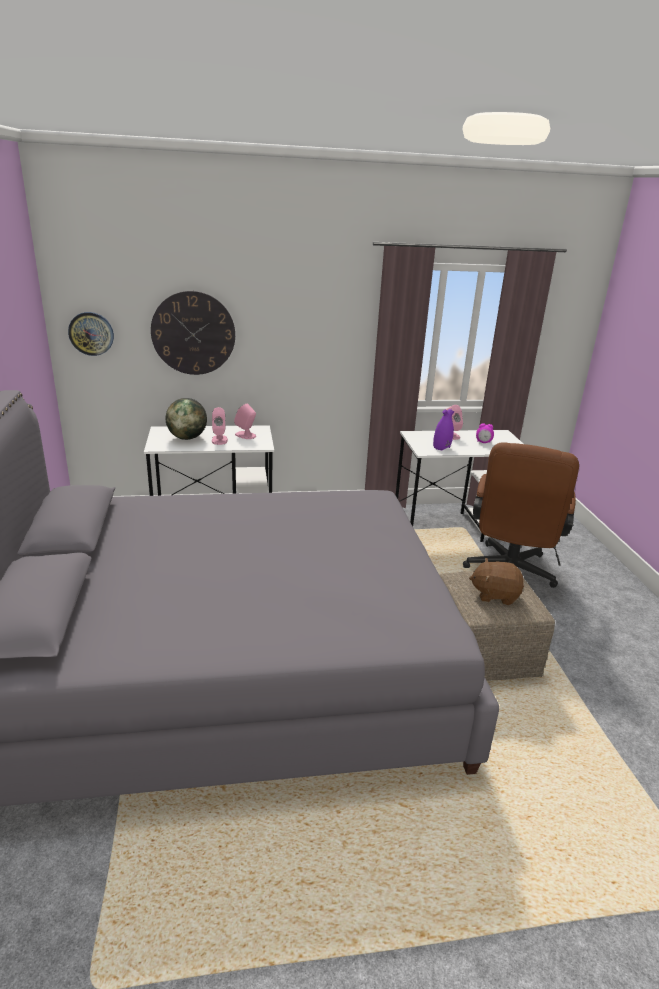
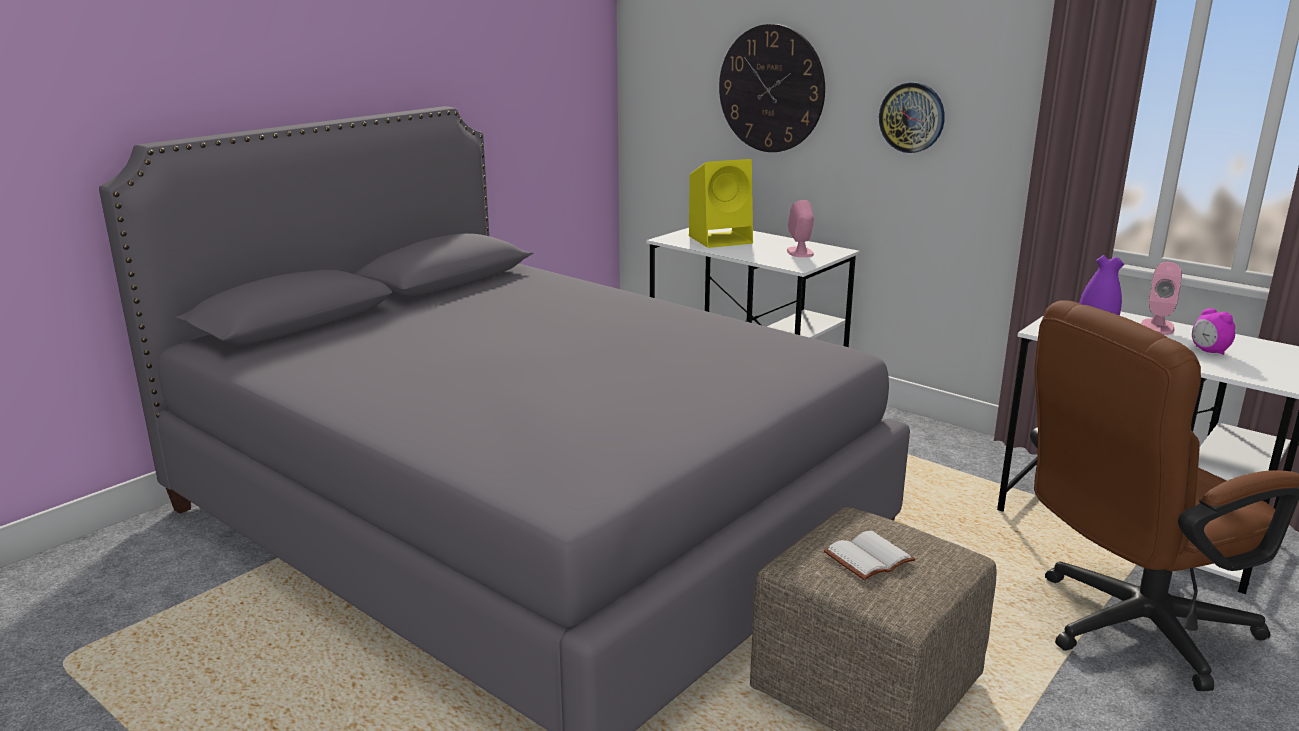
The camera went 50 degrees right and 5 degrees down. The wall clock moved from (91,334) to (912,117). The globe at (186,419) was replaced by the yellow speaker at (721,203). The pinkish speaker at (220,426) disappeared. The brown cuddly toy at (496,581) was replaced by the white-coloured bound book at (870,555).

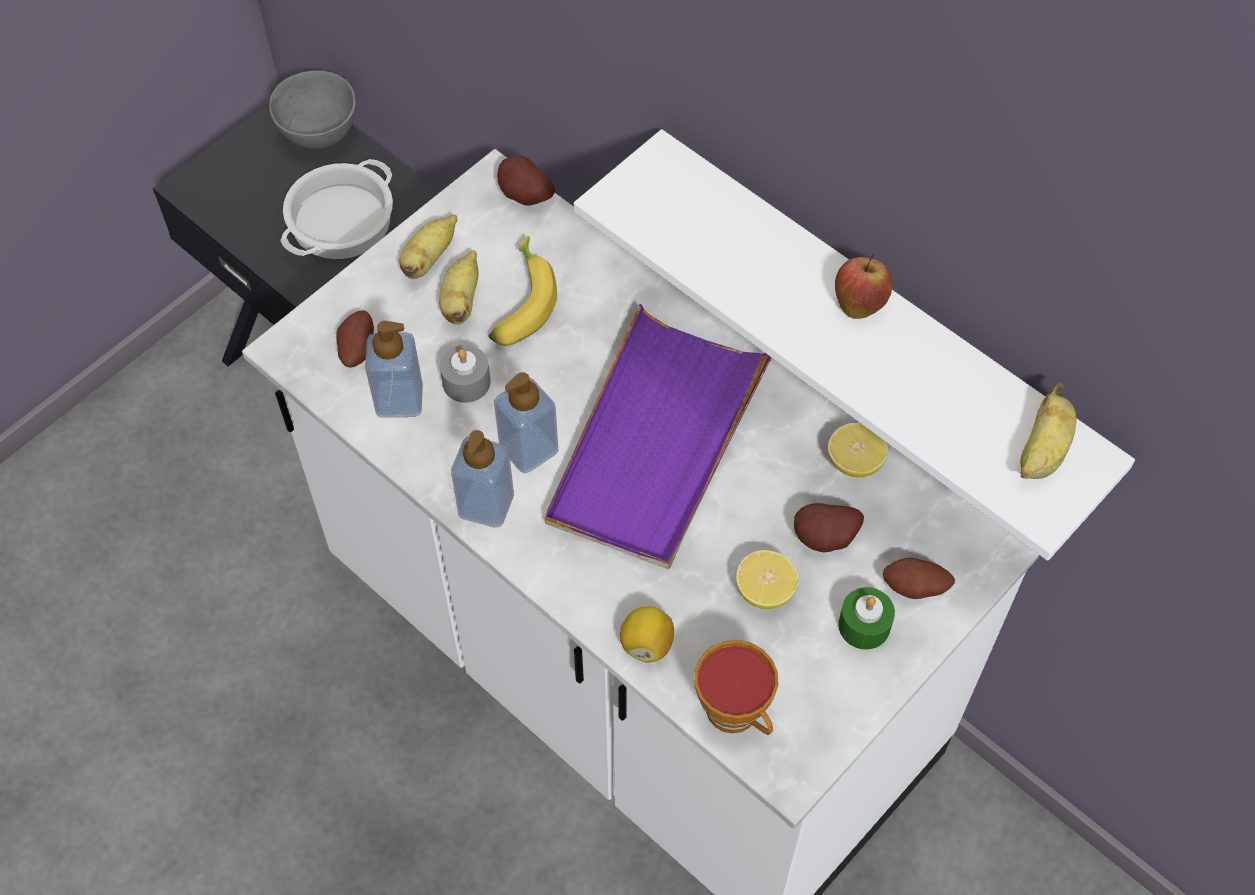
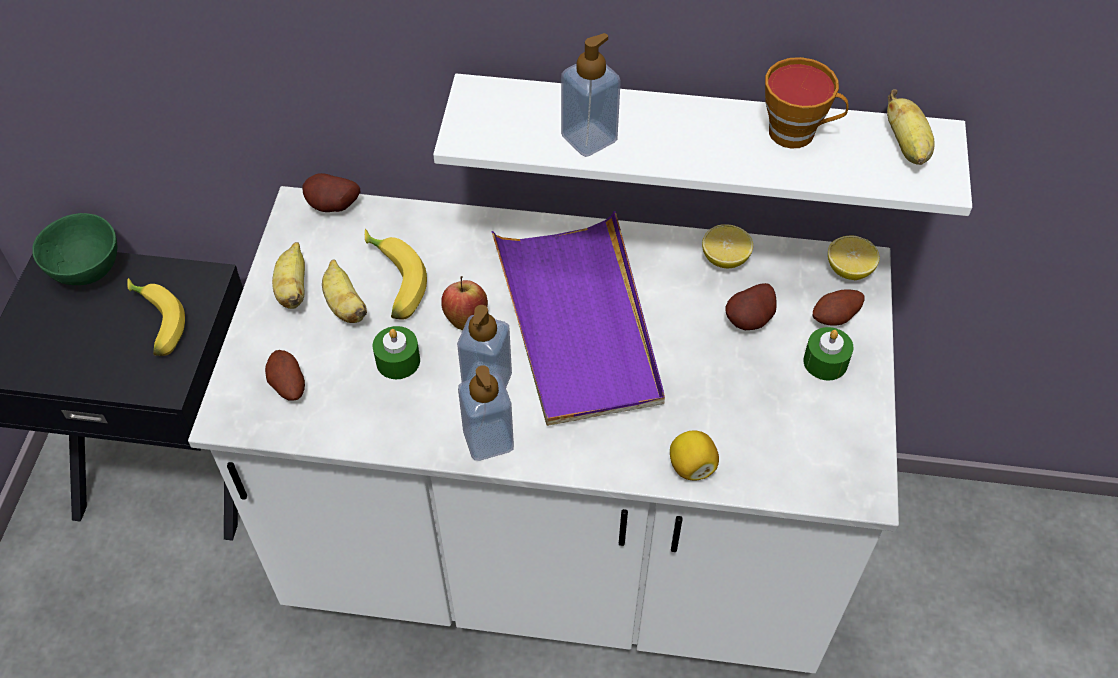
The camera went 35 degrees left and 5 degrees down. The grey deep dish at (312,109) became the greenish deep dish at (74,249). The saucepot at (336,209) was replaced by the banana at (156,317). The whole apple moved from (863,286) to (464,303). The liquid soap bottle moved from (394,369) to (591,95). The grey candle at (465,374) became the greenish candle at (396,352). The lemon moved from (767,579) to (854,258). The small cup moved from (736,687) to (806,103).

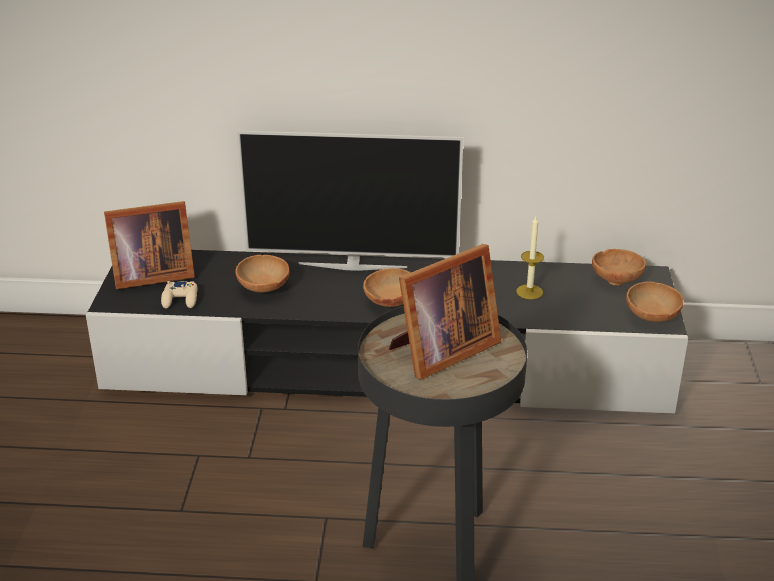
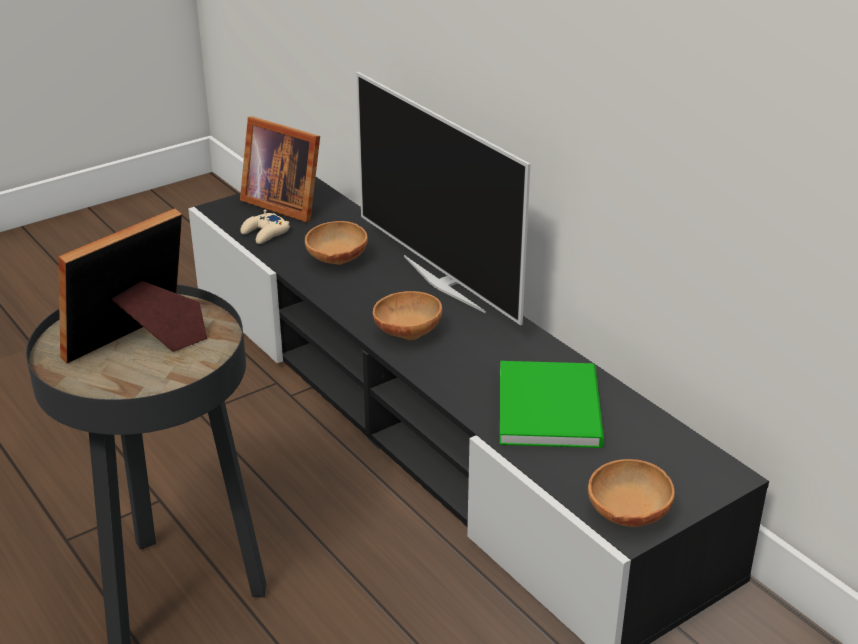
The camera went 50 degrees right and 0 degrees up. The candle at (530,258) was replaced by the greenish bound book at (552,404). The photo frame at (445,312) turned 120 degrees clockwise. The brown deep dish at (619,267) disappeared.

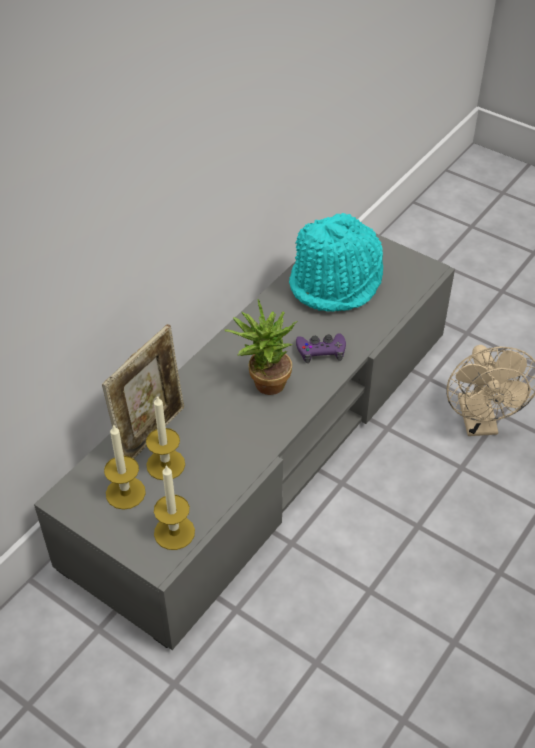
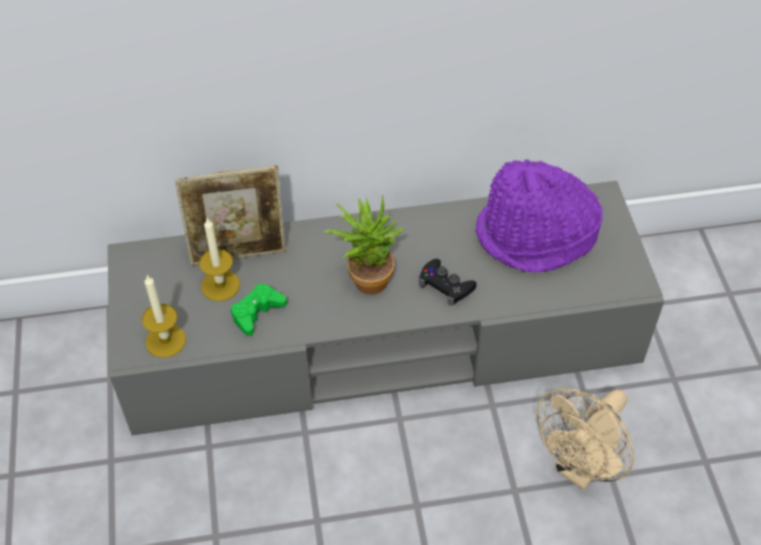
The camera went 45 degrees right and 5 degrees up. The turquoise clothing hat at (336,262) became the purple clothing hat at (539,216). The purple joypad at (321,348) became the black joypad at (448,282). The candle at (125,467) disappeared. The greenish joypad at (258,310) appeared.

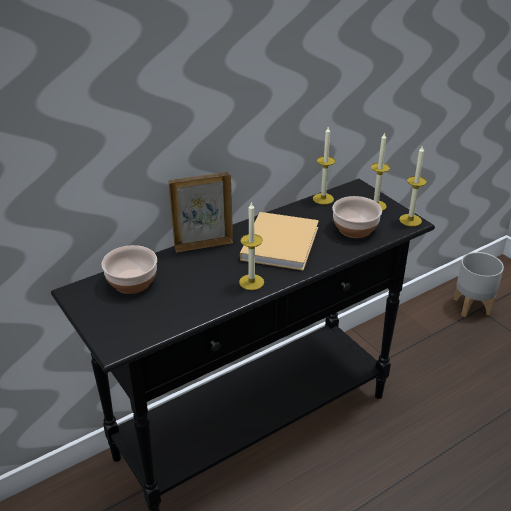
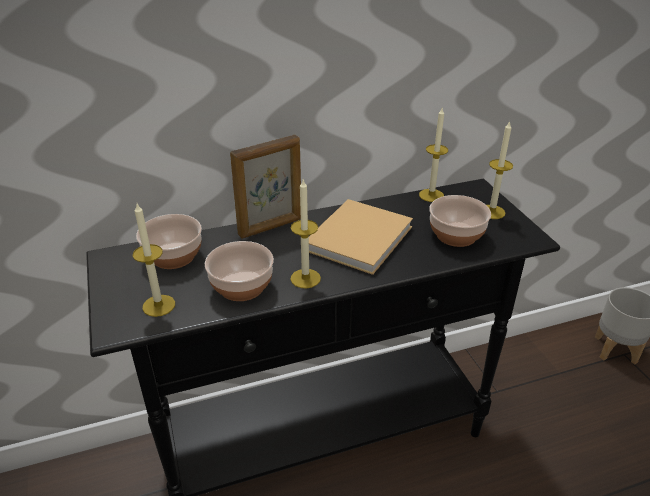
The camera went 15 degrees right and 0 degrees up. The candle moved from (413,185) to (154,260). The photo frame at (200,212) turned 150 degrees clockwise. The deep dish at (239,271) appeared.

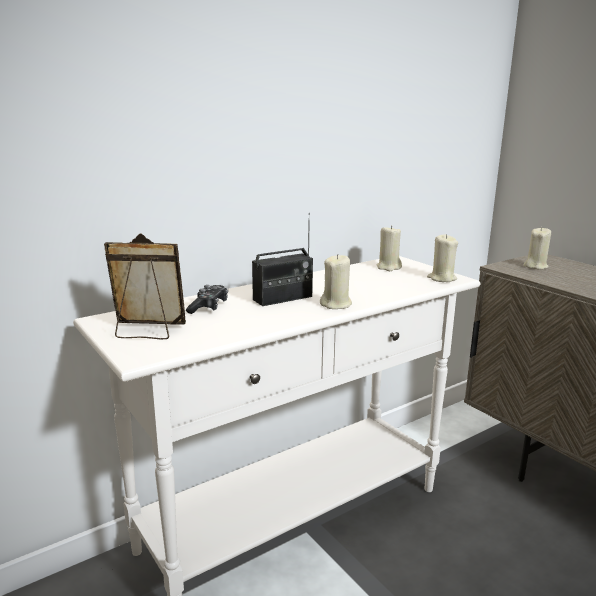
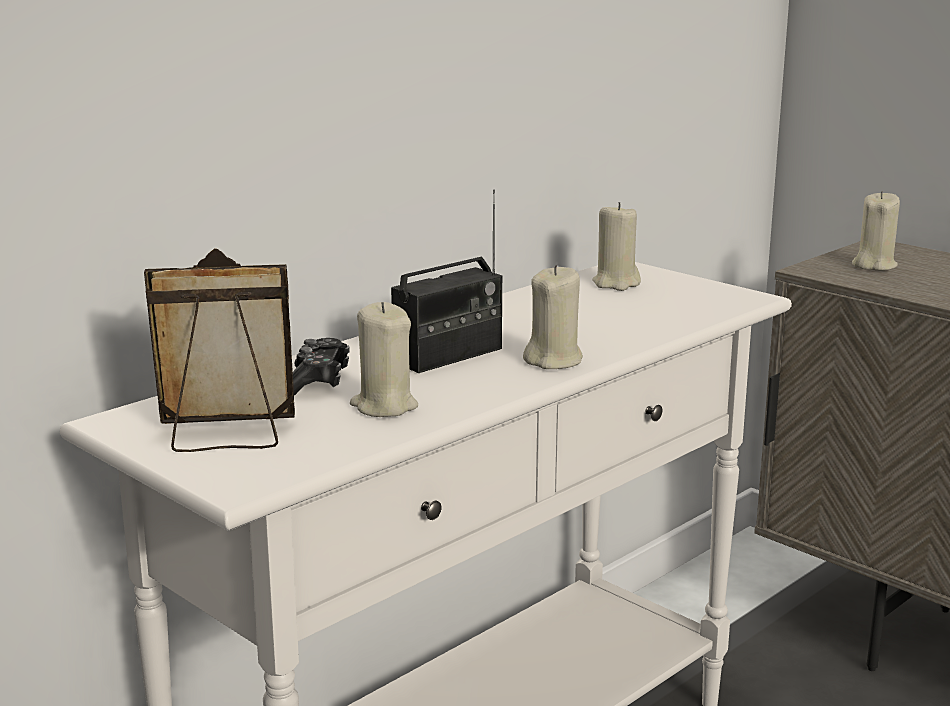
The camera went 10 degrees left and 0 degrees up. The sand-coloured candle moved from (442,258) to (384,359).

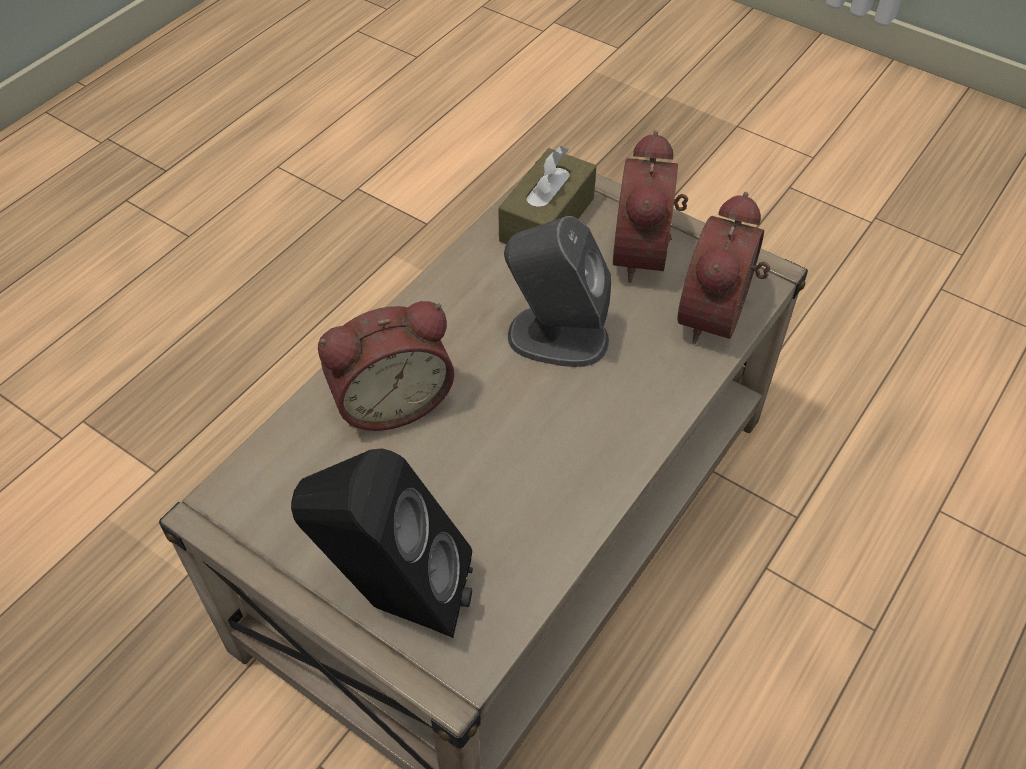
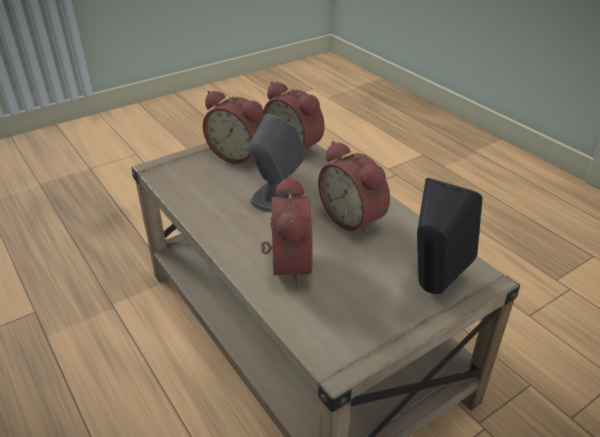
The camera went 70 degrees left and 15 degrees down. The brown box of tissues at (547,195) disappeared. The table clock at (354,188) appeared.

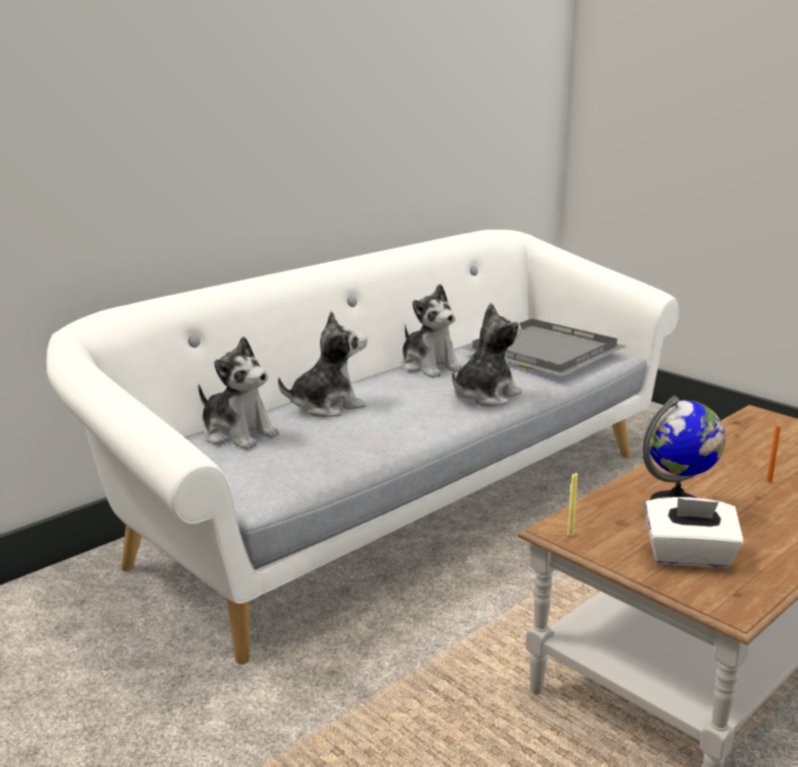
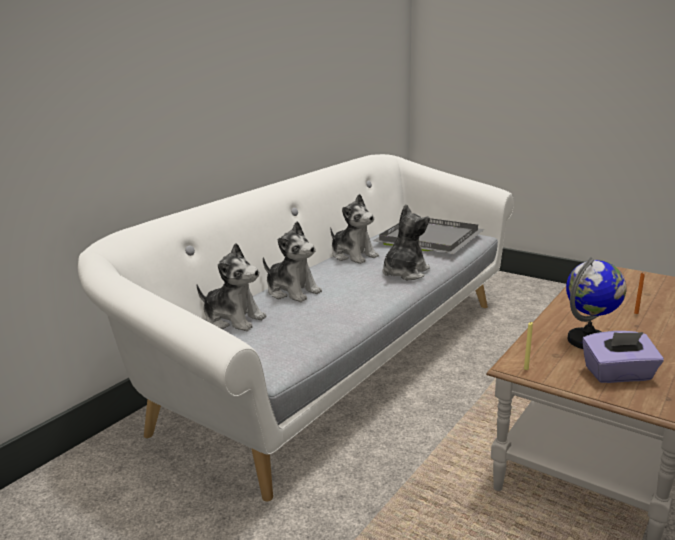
The camera went 10 degrees left and 0 degrees up. The cuddly toy at (322,364) turned 75 degrees clockwise. The white-coloured box of tissues at (694,532) became the purple box of tissues at (623,357).

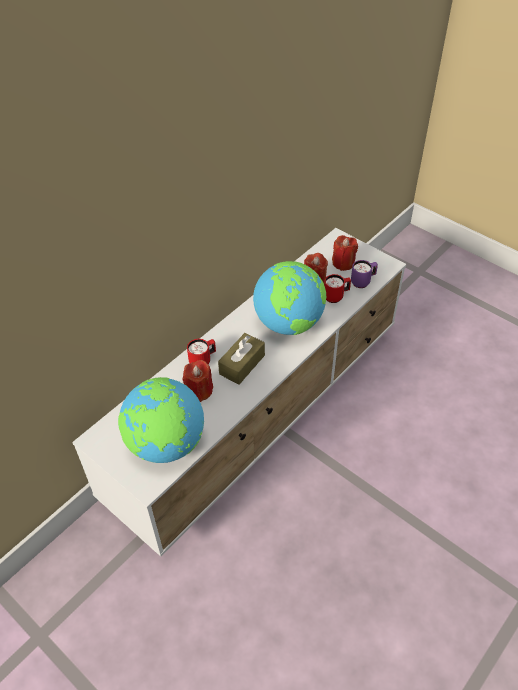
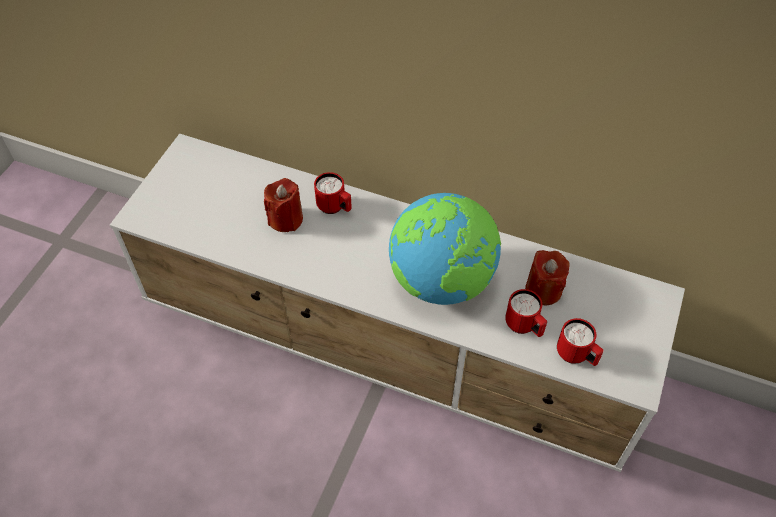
The camera went 70 degrees right and 5 degrees up. The red candle at (345,253) disappeared. The purple coffee mug at (364,274) became the red coffee mug at (580,342). The brown box of tissues at (241,359) disappeared. The globe at (161,420) disappeared.

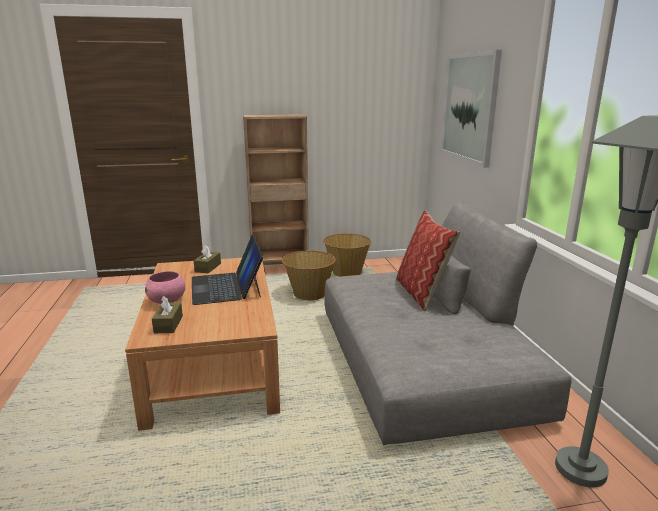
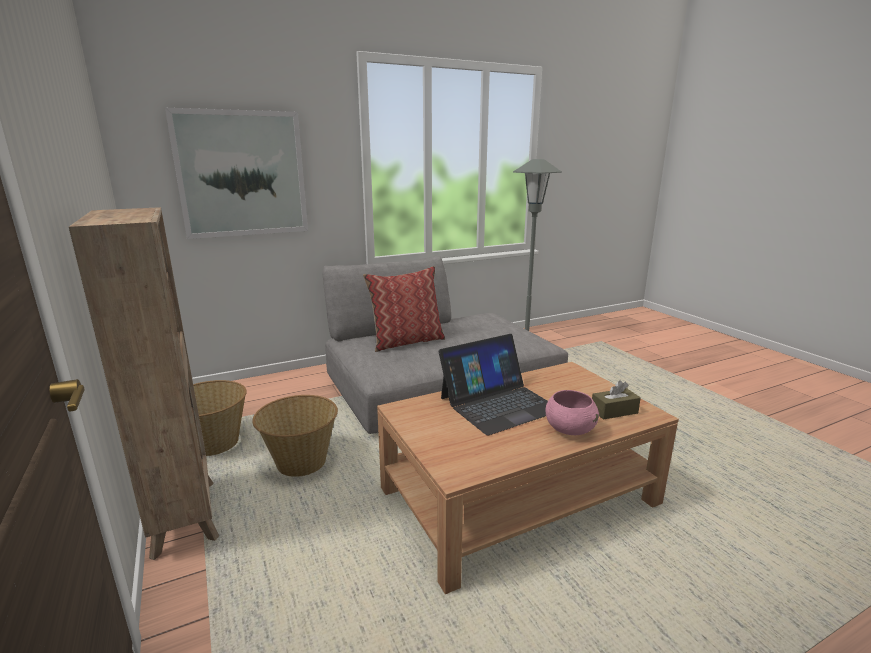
The camera went 105 degrees left and 0 degrees up. The brown box of tissues at (207,259) disappeared.

